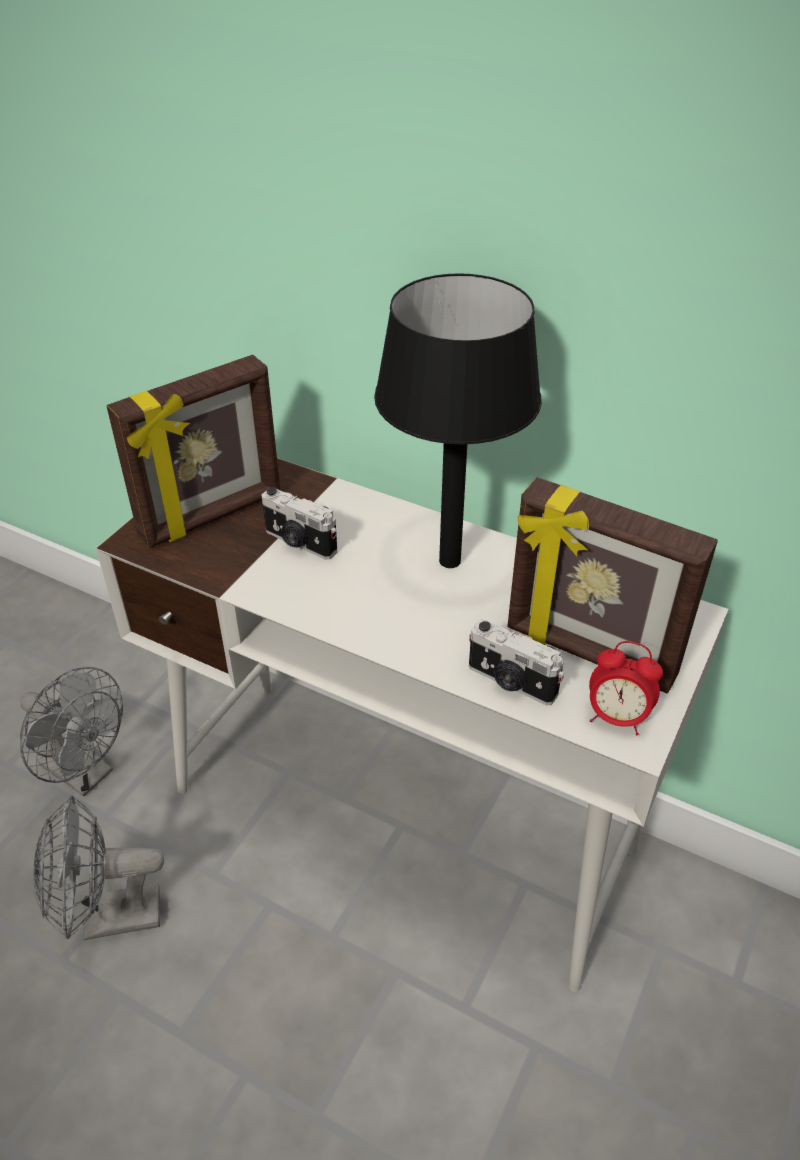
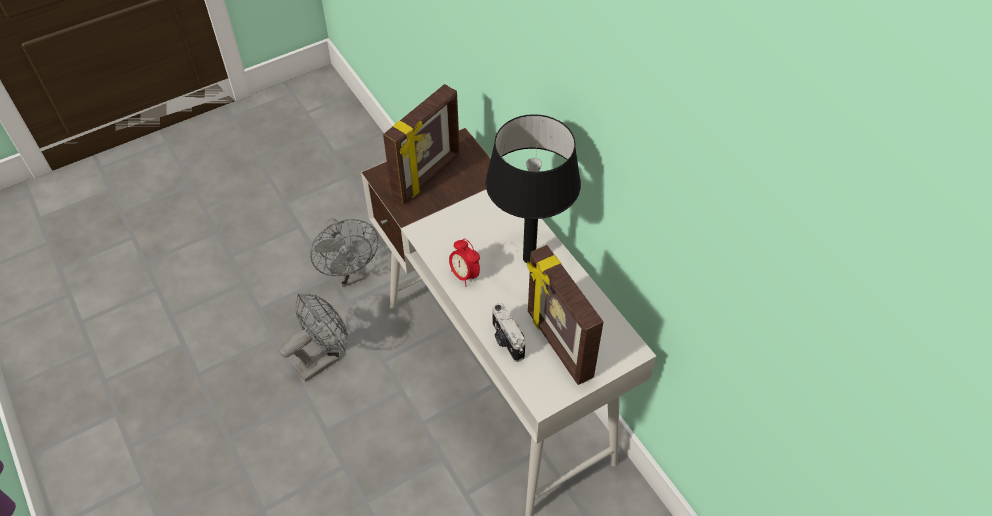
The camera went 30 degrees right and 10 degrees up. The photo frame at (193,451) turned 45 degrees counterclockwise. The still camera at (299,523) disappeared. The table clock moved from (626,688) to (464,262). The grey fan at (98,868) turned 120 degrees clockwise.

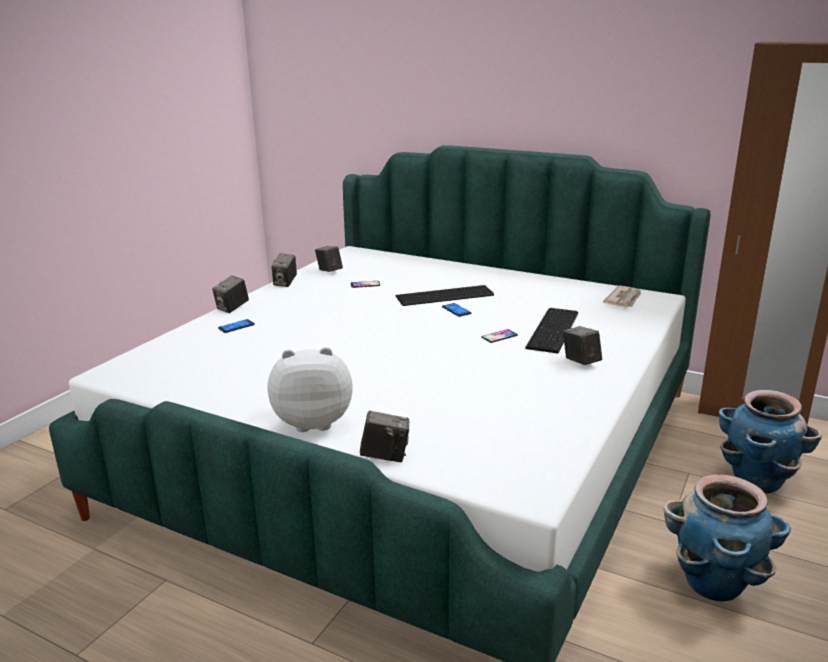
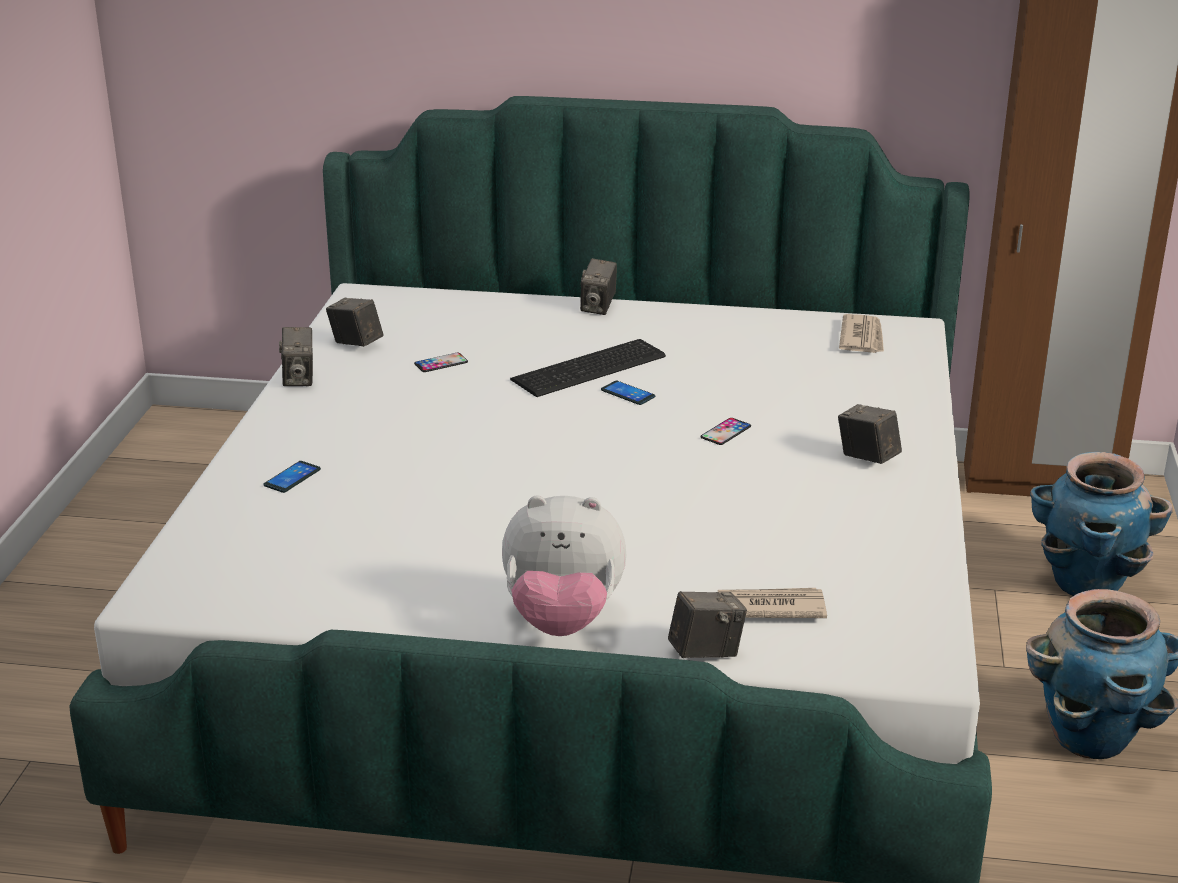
The camera went 20 degrees left and 5 degrees up. The still camera moved from (230,294) to (598,286). The keyboard at (551,331) disappeared. The cuddly toy at (310,389) turned 150 degrees counterclockwise. The newspaper at (772,603) appeared.

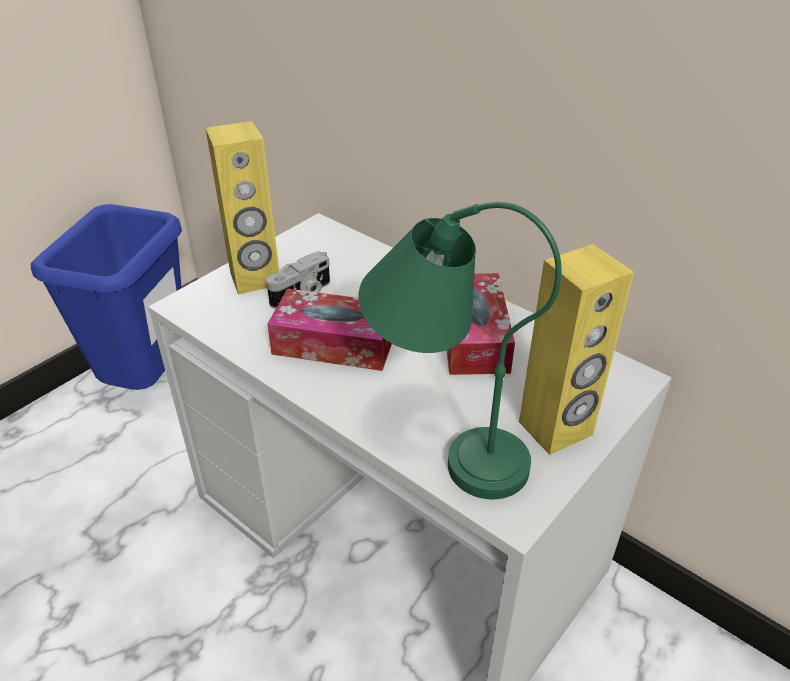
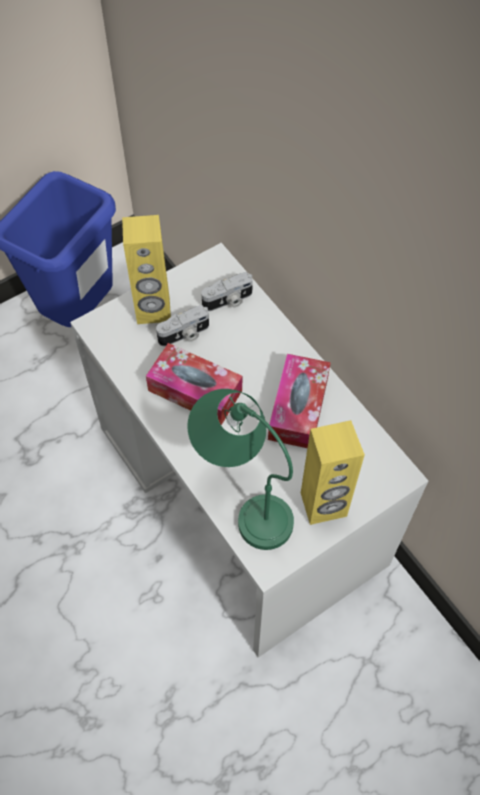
The camera went 15 degrees right and 20 degrees up. The still camera at (227,291) appeared.

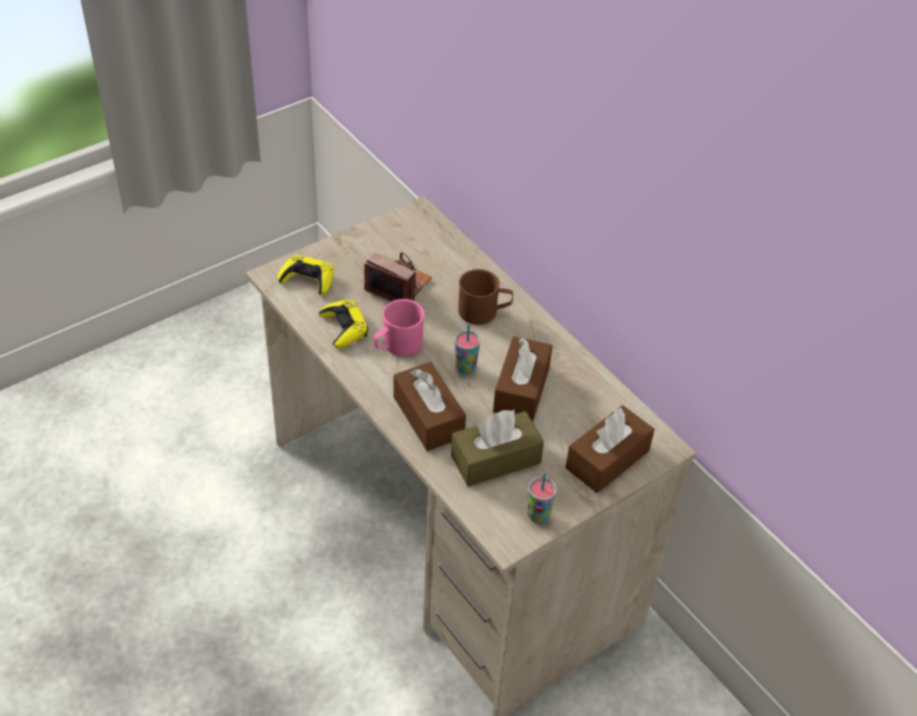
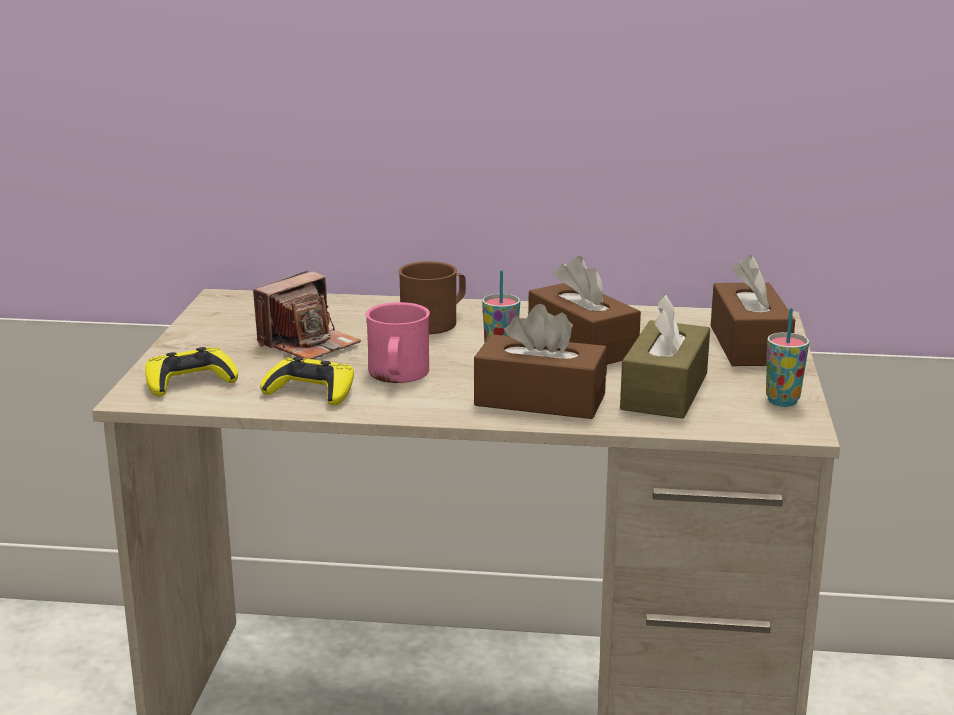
The camera went 45 degrees left and 25 degrees down. The still camera at (398,277) turned 150 degrees clockwise.

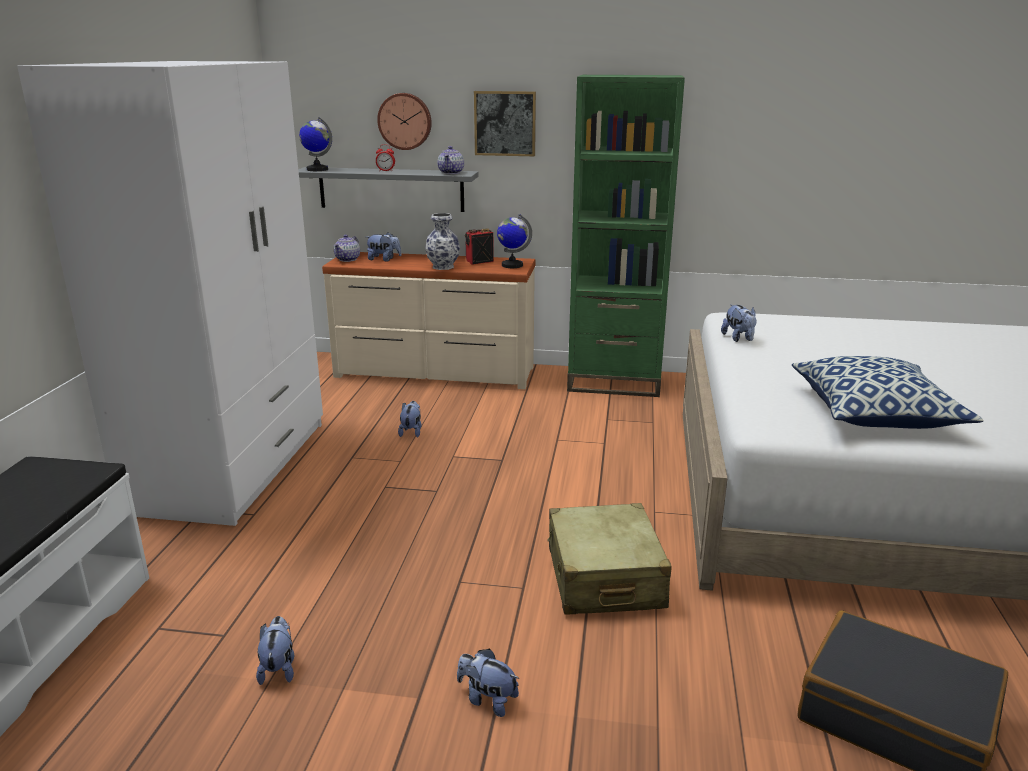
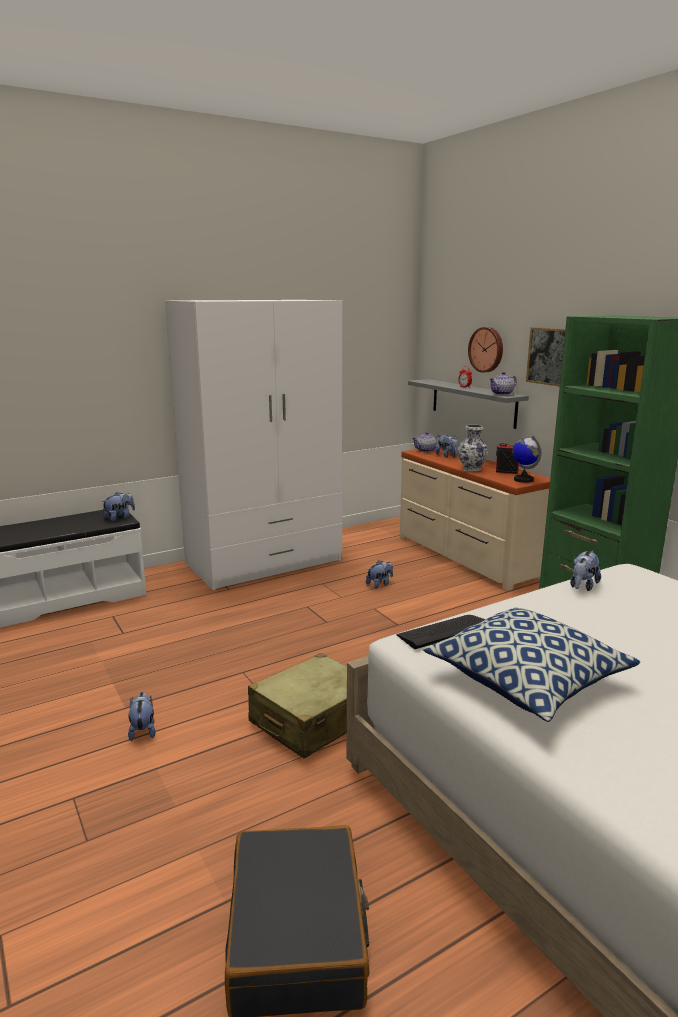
The camera went 50 degrees right and 5 degrees down. The globe at (315,144) disappeared. The cuddly toy moved from (275,650) to (118,506). The keyboard at (440,632) appeared.

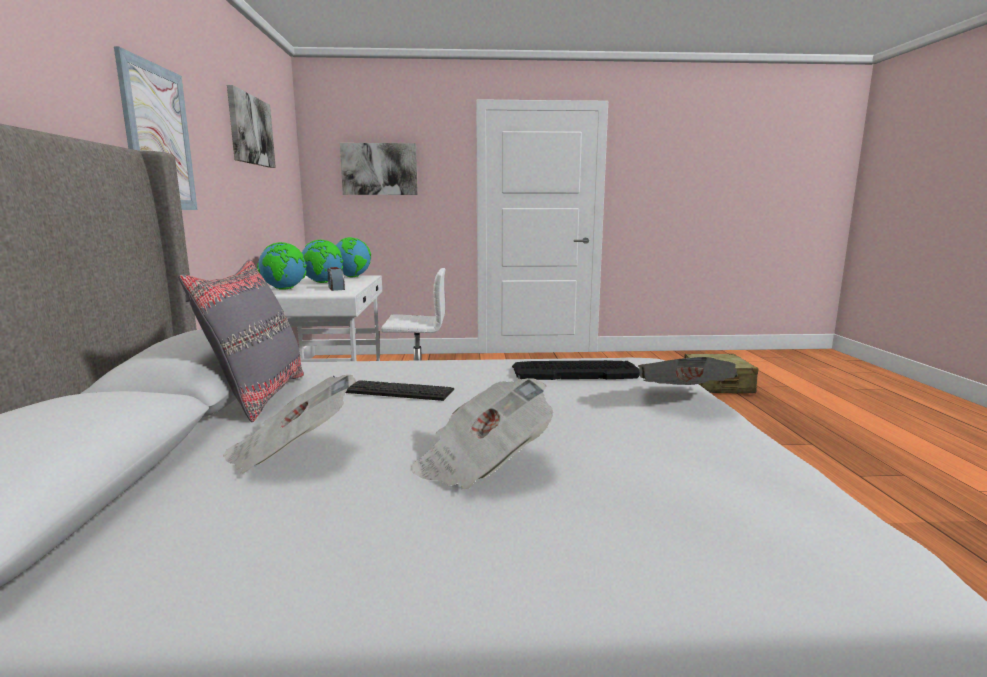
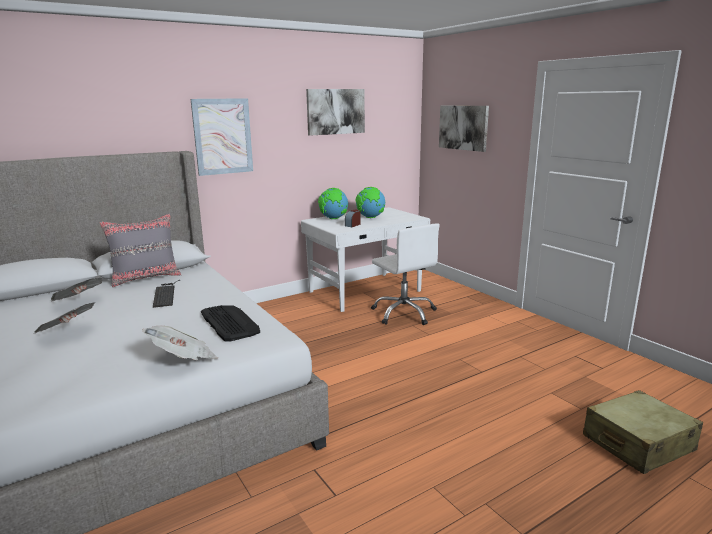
The camera went 60 degrees right and 5 degrees up. The globe at (353,257) disappeared.

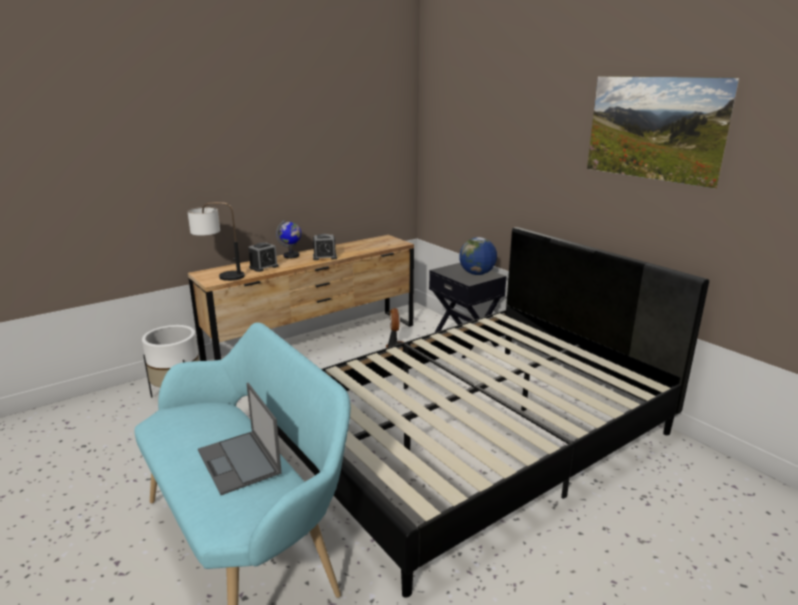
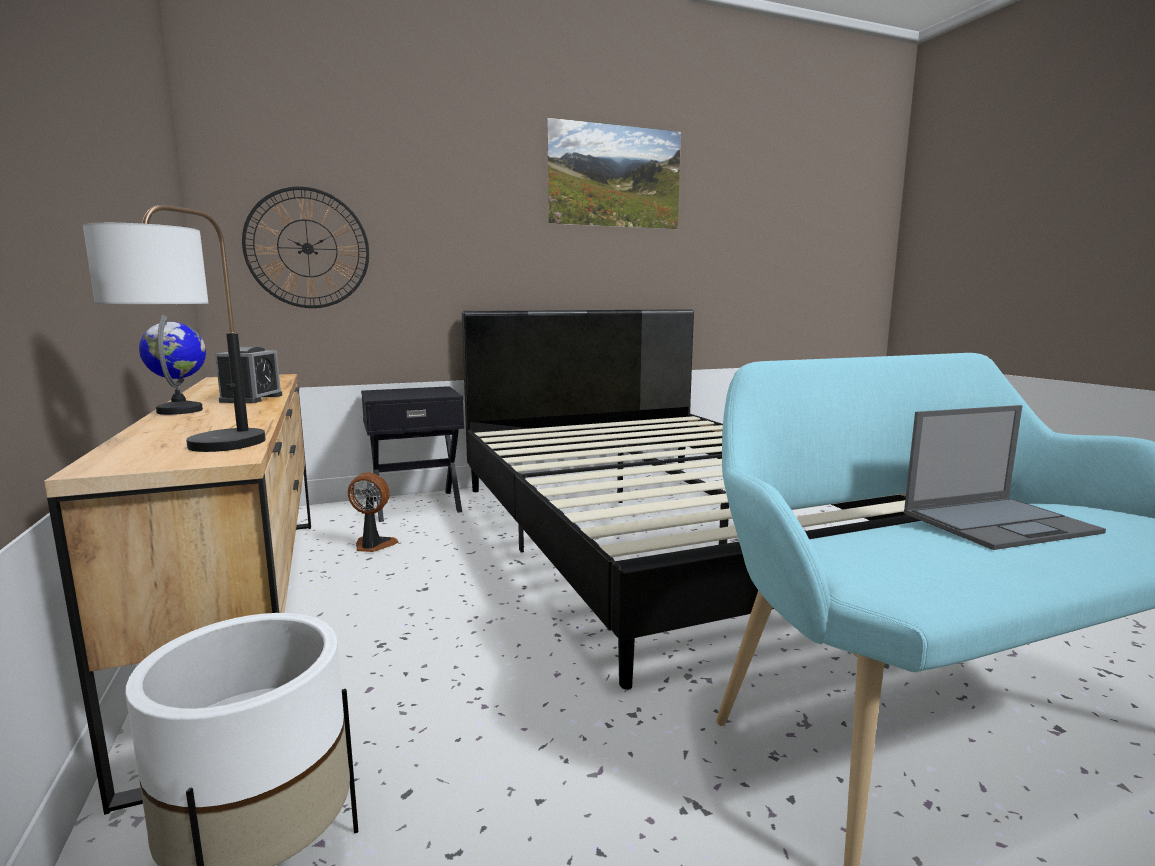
The camera went 75 degrees left and 10 degrees down. The globe at (478,256) disappeared. The table clock at (264,257) disappeared. The wall clock at (305,247) appeared.

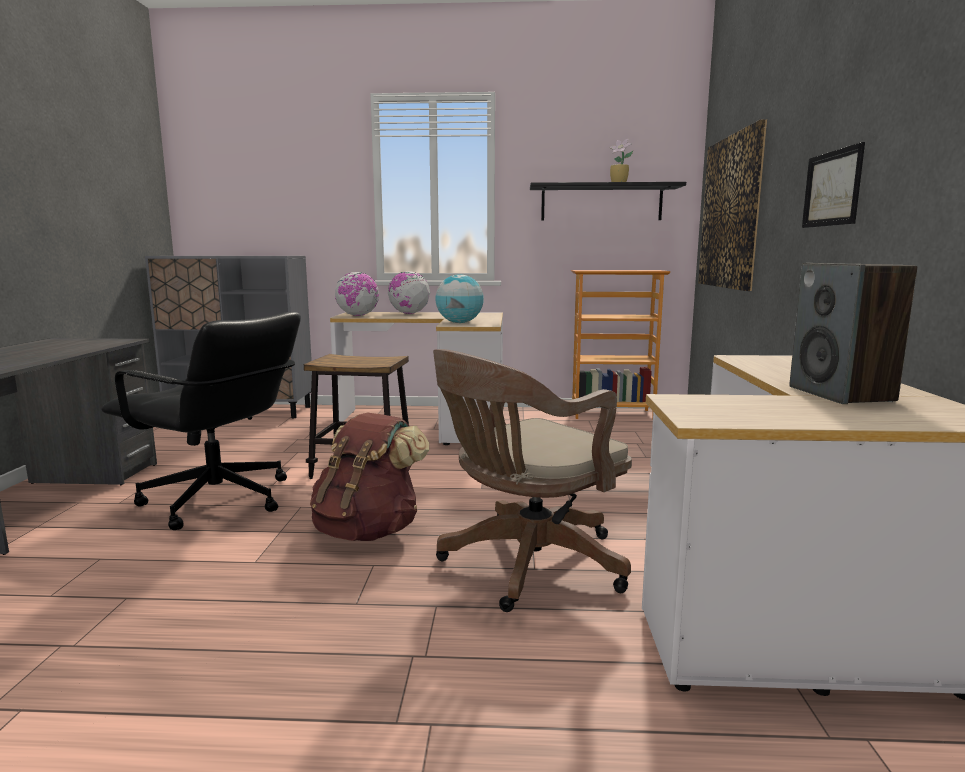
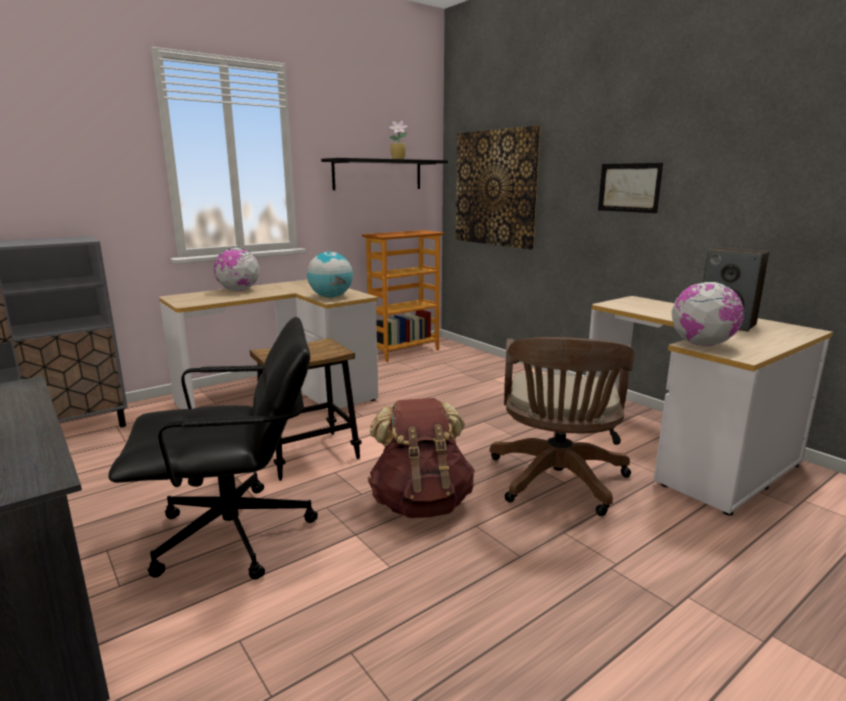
The camera went 40 degrees left and 5 degrees up. The globe moved from (357,294) to (707,314).

